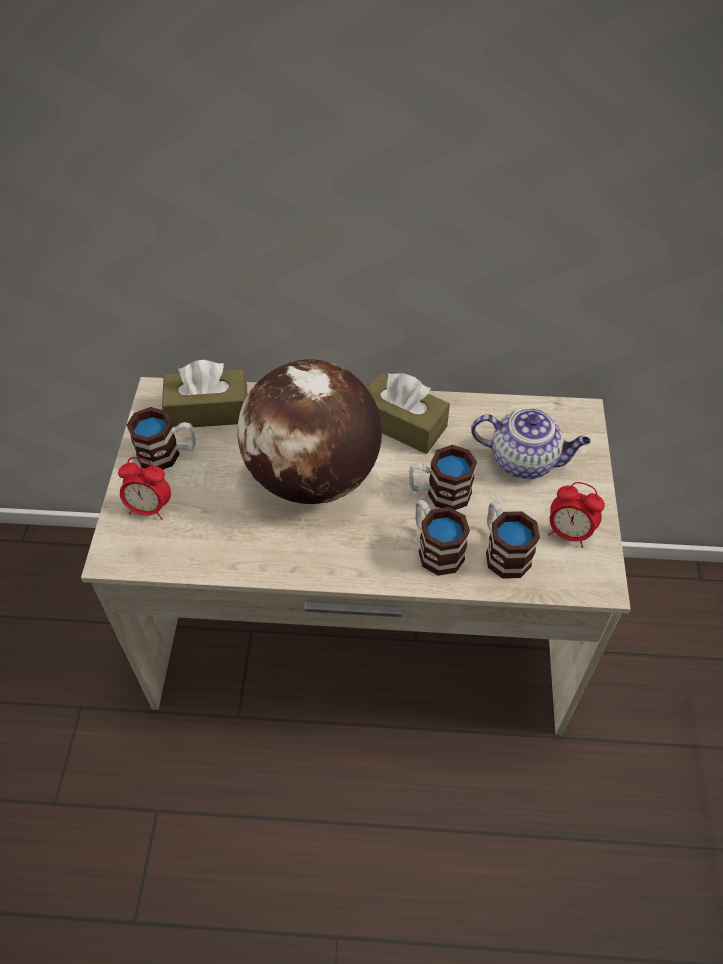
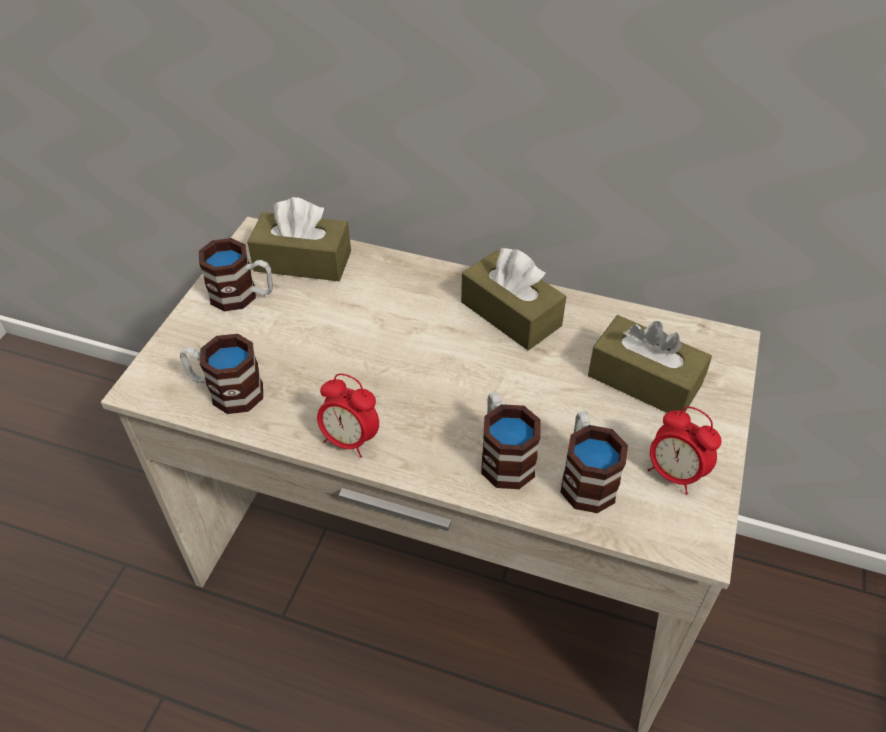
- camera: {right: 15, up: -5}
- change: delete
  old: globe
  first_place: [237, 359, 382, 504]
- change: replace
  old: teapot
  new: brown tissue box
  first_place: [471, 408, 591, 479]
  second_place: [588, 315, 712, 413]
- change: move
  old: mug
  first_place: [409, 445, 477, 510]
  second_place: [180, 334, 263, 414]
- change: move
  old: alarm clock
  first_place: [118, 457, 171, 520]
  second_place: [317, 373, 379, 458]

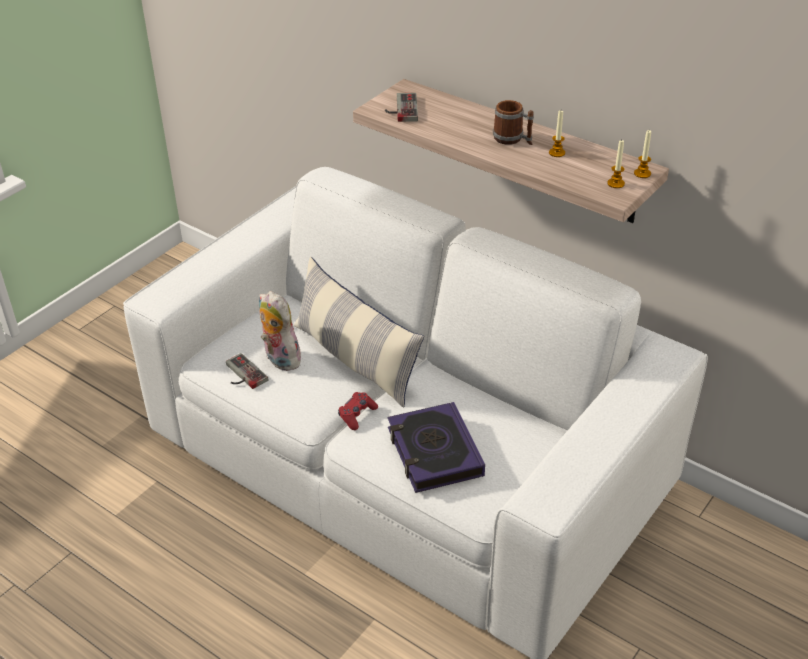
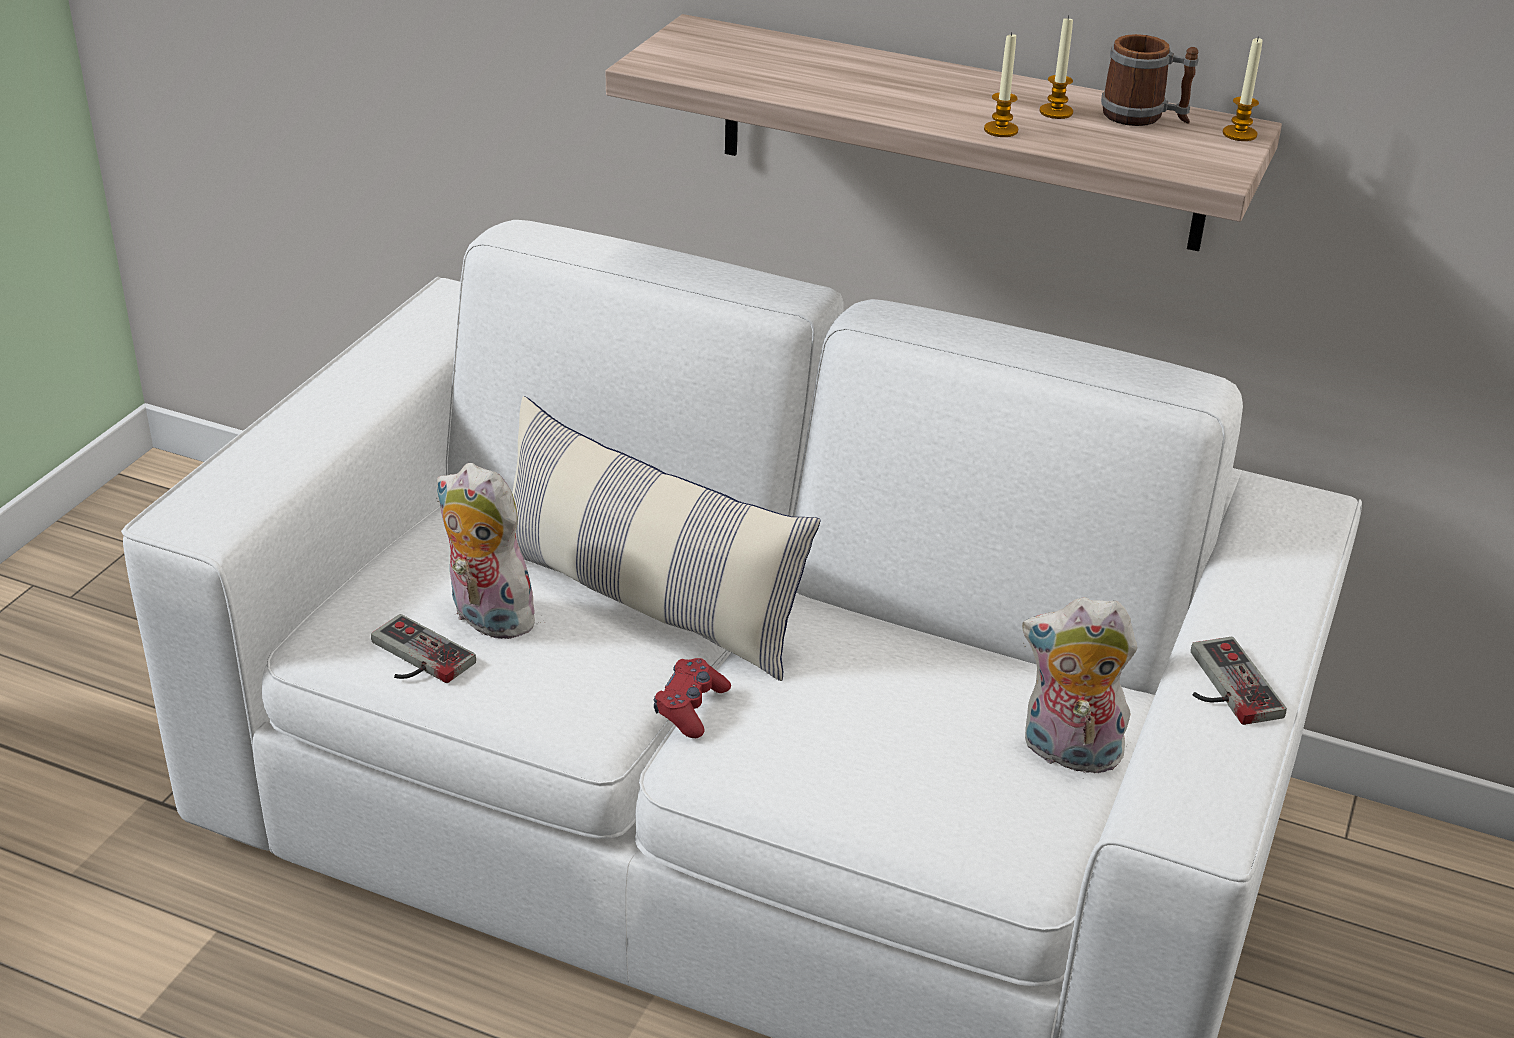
- camera: {right: -15, up: -5}
- change: move
  old: game controller
  first_place: [385, 93, 418, 122]
  second_place: [1191, 637, 1287, 725]
- change: move
  old: mug
  first_place: [493, 100, 534, 145]
  second_place: [1101, 34, 1199, 126]
- change: move
  old: candle
  first_place: [607, 140, 625, 188]
  second_place: [984, 32, 1018, 137]
- change: delete
  old: book
  first_place: [388, 402, 485, 493]
- change: insert
  new: plush toy
  second_place: [1022, 597, 1137, 779]

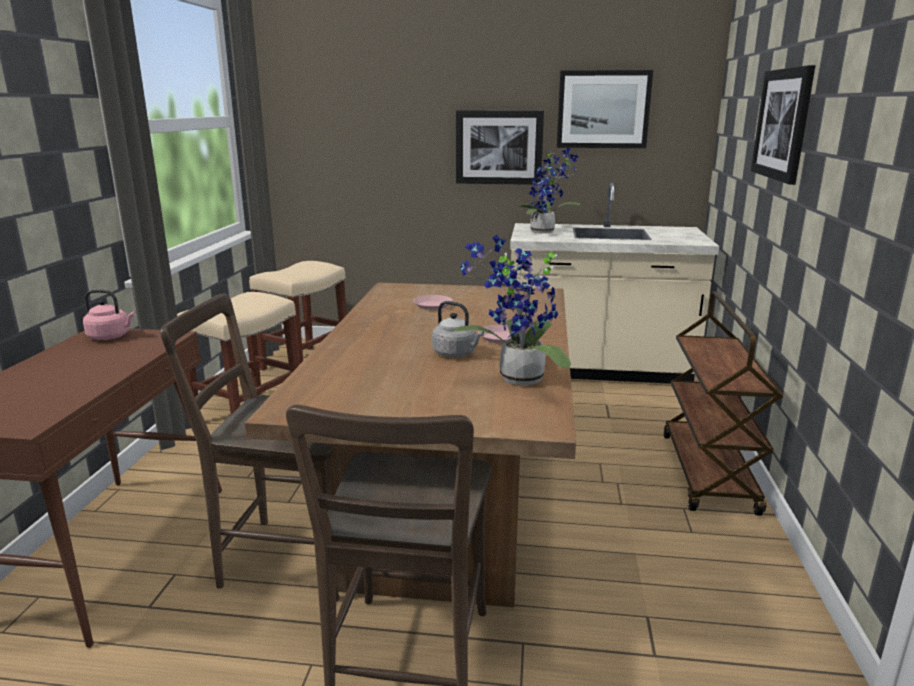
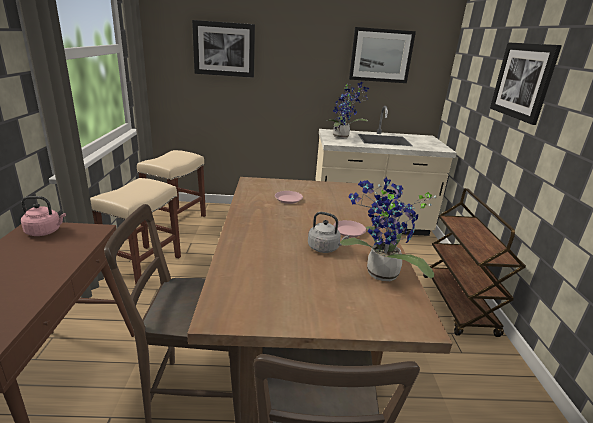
- camera: {right: -10, up: 5}
- change: move
  old: picture
  first_place: [456, 110, 544, 185]
  second_place: [192, 20, 255, 78]

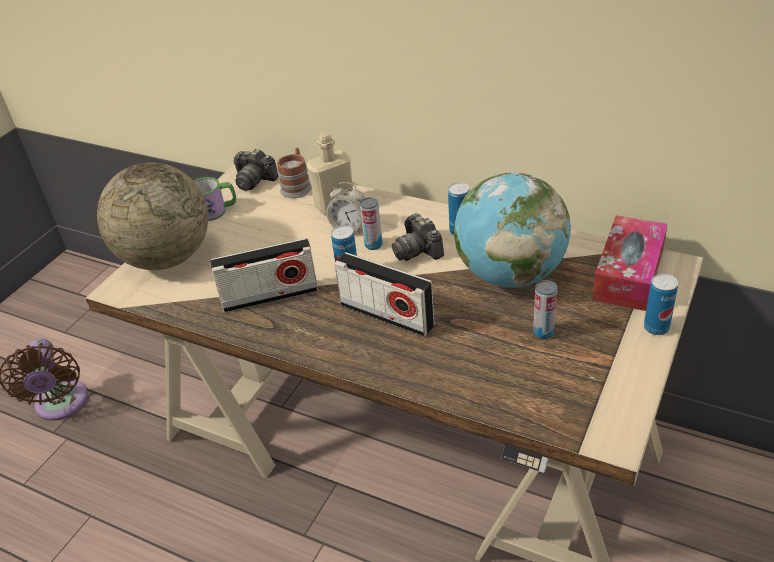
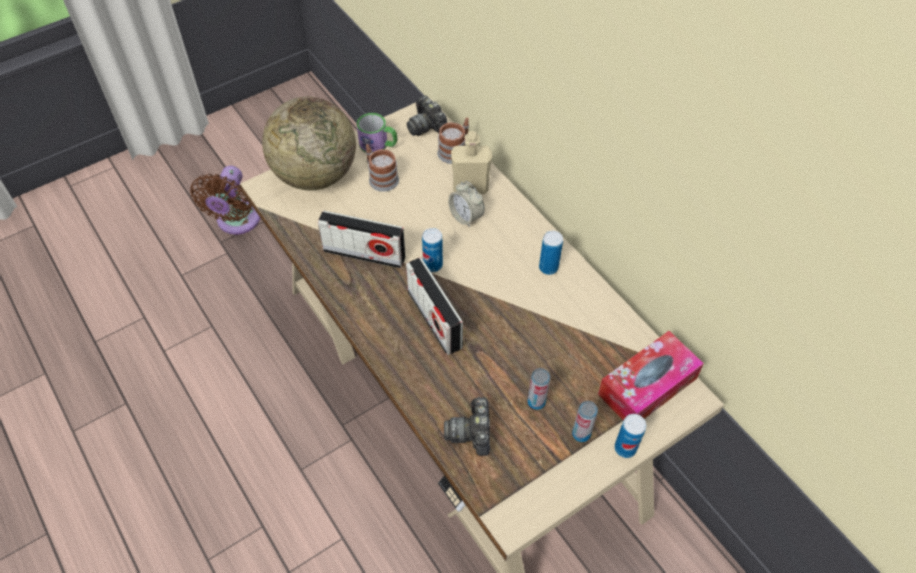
- camera: {right: 25, up: 15}
- change: delete
  old: globe
  first_place: [454, 173, 571, 288]
- change: move
  old: can
  first_place: [360, 197, 382, 250]
  second_place: [572, 401, 598, 442]
- change: move
  old: photo camera
  first_place: [392, 213, 444, 261]
  second_place: [444, 396, 490, 456]
- change: insert
  new: mug
  second_place: [366, 144, 399, 192]

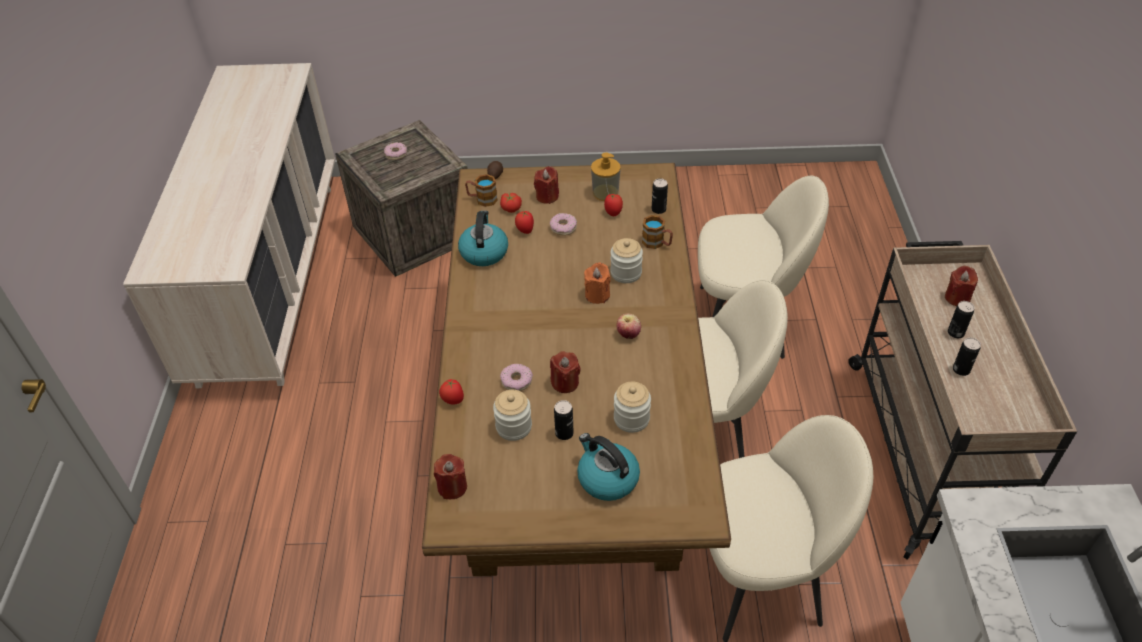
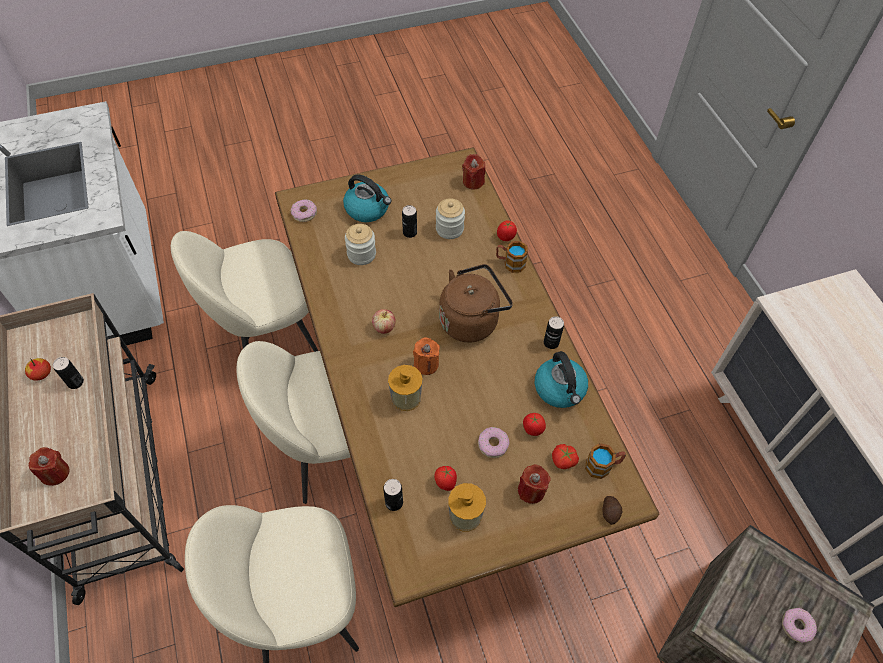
- camera: {right: 160, up: 10}
- change: move
  old: mug
  first_place: [642, 215, 673, 249]
  second_place: [496, 241, 528, 273]
- change: replace
  old: jar
  new: soap dispenser
  first_place: [610, 238, 643, 283]
  second_place: [388, 365, 423, 411]
- change: move
  old: can
  first_place: [948, 301, 975, 338]
  second_place: [544, 316, 564, 349]
- change: delete
  old: red candle
  first_place: [550, 351, 581, 393]
- change: move
  old: donut
  first_place: [500, 364, 533, 391]
  second_place: [291, 199, 317, 222]
- change: insert
  new: brown kettle
  second_place: [439, 264, 513, 342]
- change: insert
  new: apple
  second_place: [25, 358, 51, 381]

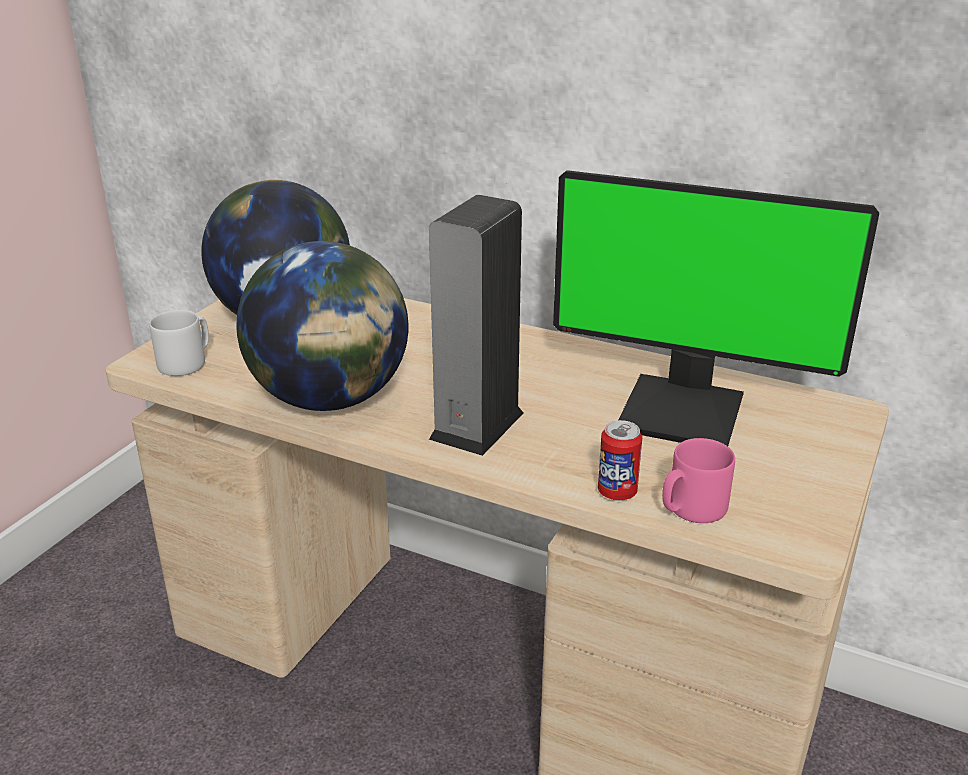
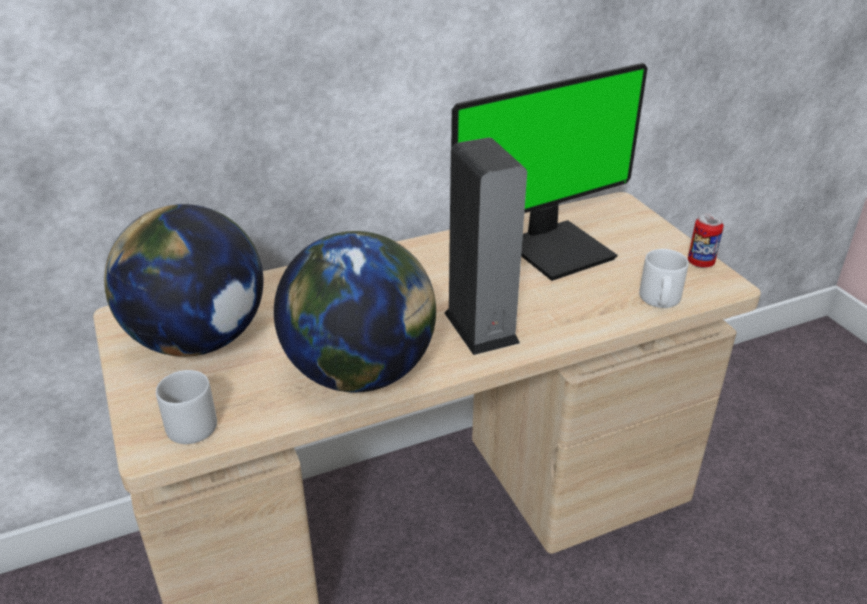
- camera: {right: -50, up: 5}
- change: move
  old: can
  first_place: [598, 420, 642, 501]
  second_place: [688, 214, 724, 268]
- change: recolor
  old: pink mug
  new: white mug
  first_place: [662, 438, 735, 523]
  second_place: [639, 249, 688, 308]

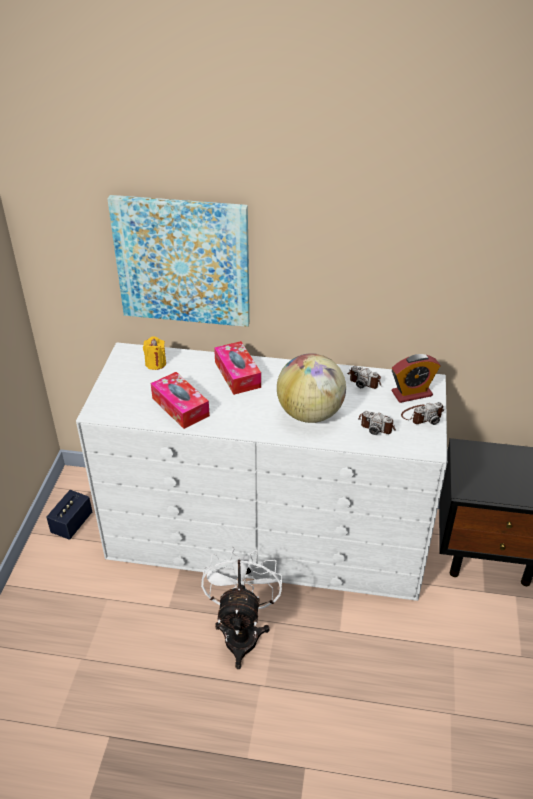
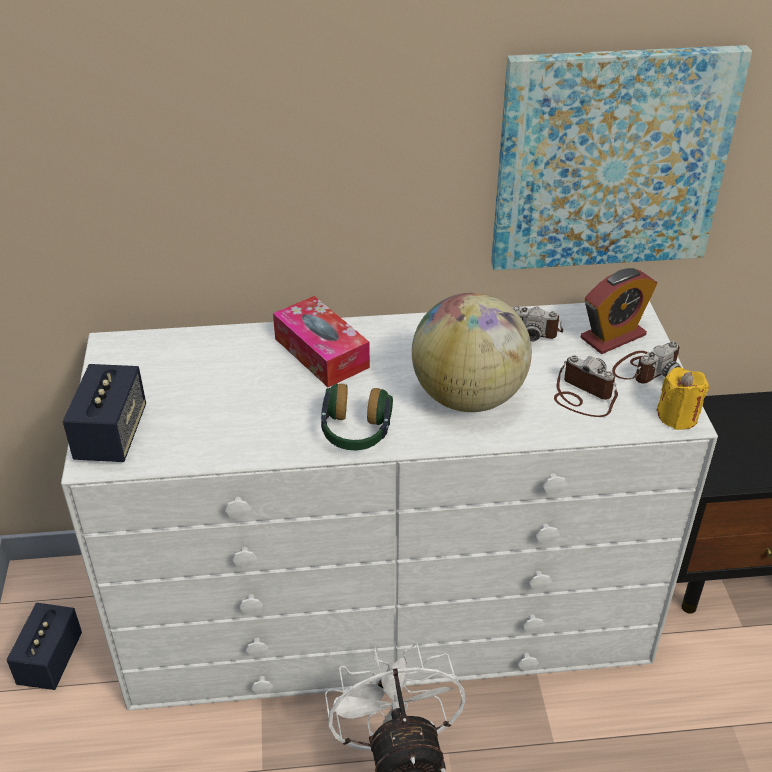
- camera: {right: -15, up: 0}
- change: move
  old: picture
  first_place: [107, 195, 250, 327]
  second_place: [491, 45, 752, 270]
- change: move
  old: yellow candle
  first_place: [143, 337, 166, 370]
  second_place: [657, 367, 709, 430]
- change: delete
  old: tissue box
  first_place: [151, 372, 210, 429]
- change: rotate
  old: photo camera
  first_place: [358, 411, 396, 435]
  second_place: [554, 355, 618, 417]
  degrees: -150
- change: insert
  new: speaker
  second_place: [63, 364, 146, 462]
- change: insert
  new: headphones
  second_place: [321, 384, 393, 450]

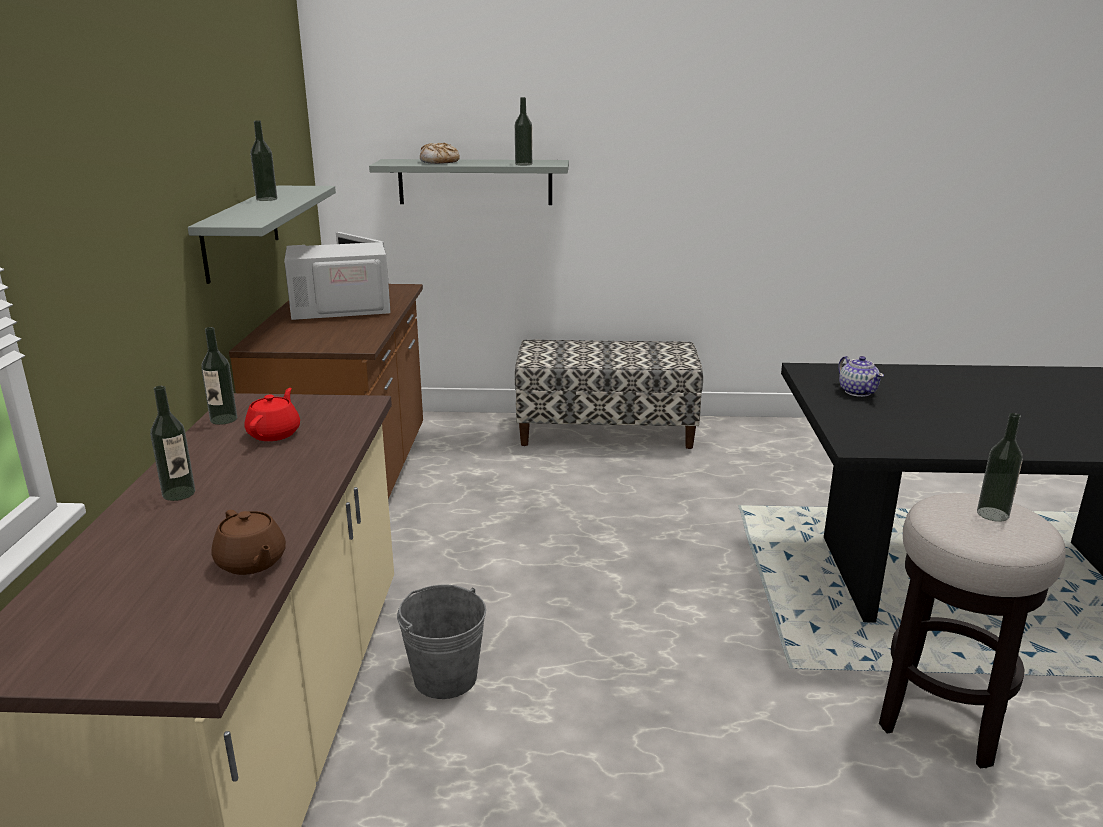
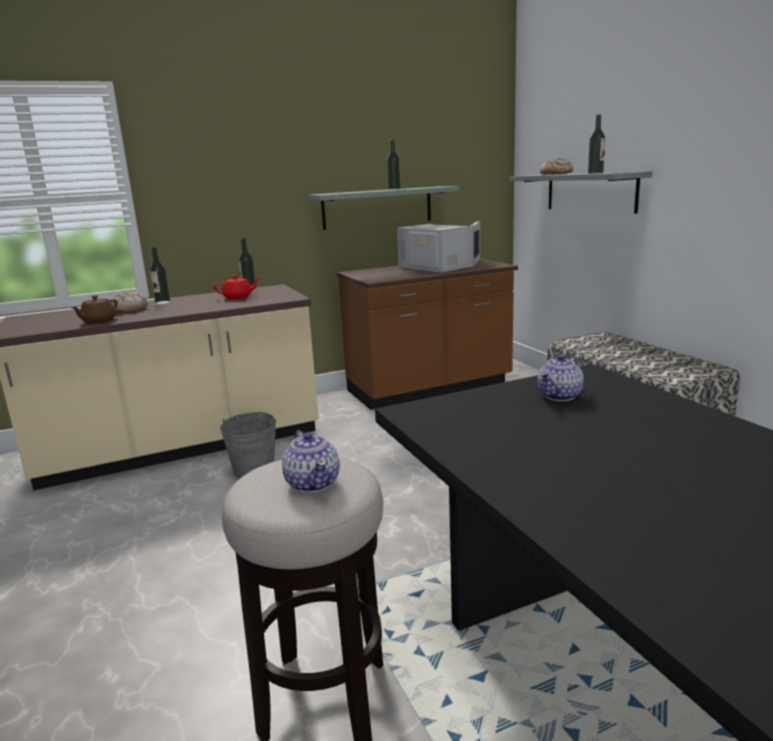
- camera: {right: 65, up: -5}
- change: replace
  old: bottle
  new: teapot
  first_place: [977, 413, 1023, 522]
  second_place: [282, 430, 340, 493]
- change: insert
  new: bread
  second_place: [111, 292, 148, 312]

